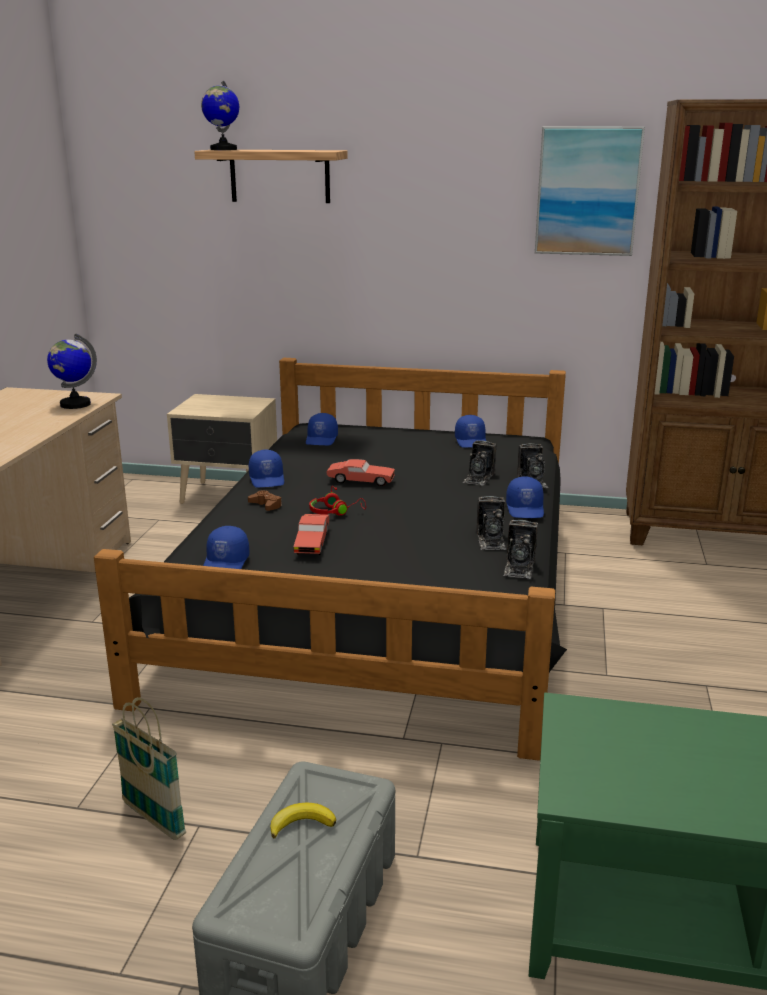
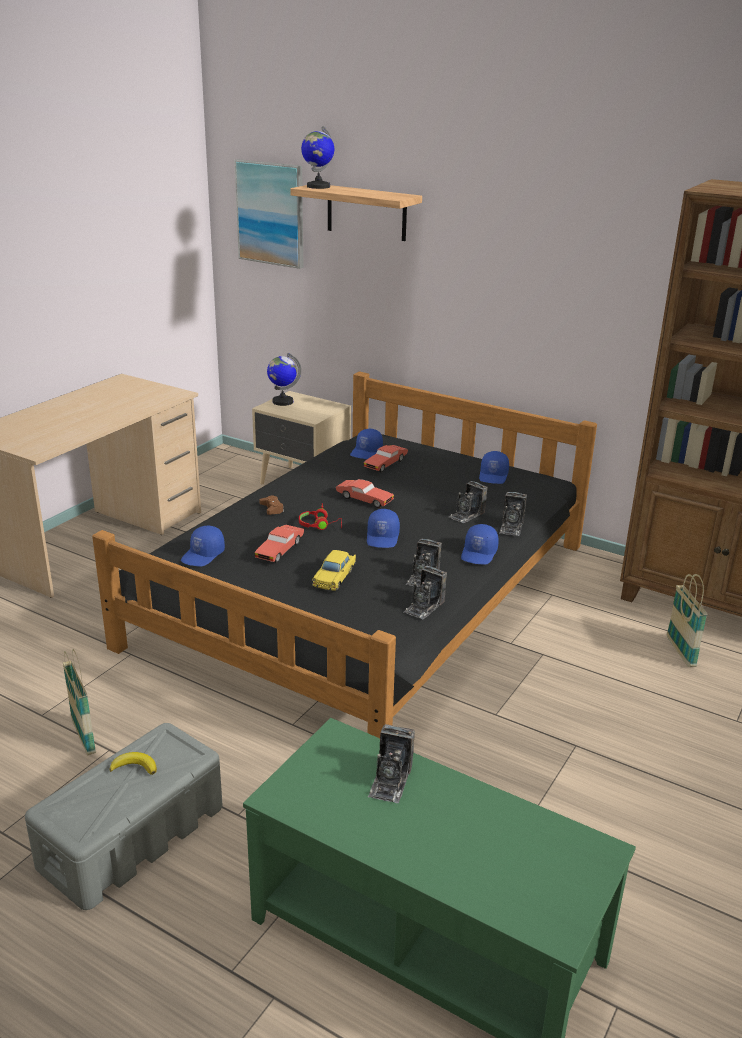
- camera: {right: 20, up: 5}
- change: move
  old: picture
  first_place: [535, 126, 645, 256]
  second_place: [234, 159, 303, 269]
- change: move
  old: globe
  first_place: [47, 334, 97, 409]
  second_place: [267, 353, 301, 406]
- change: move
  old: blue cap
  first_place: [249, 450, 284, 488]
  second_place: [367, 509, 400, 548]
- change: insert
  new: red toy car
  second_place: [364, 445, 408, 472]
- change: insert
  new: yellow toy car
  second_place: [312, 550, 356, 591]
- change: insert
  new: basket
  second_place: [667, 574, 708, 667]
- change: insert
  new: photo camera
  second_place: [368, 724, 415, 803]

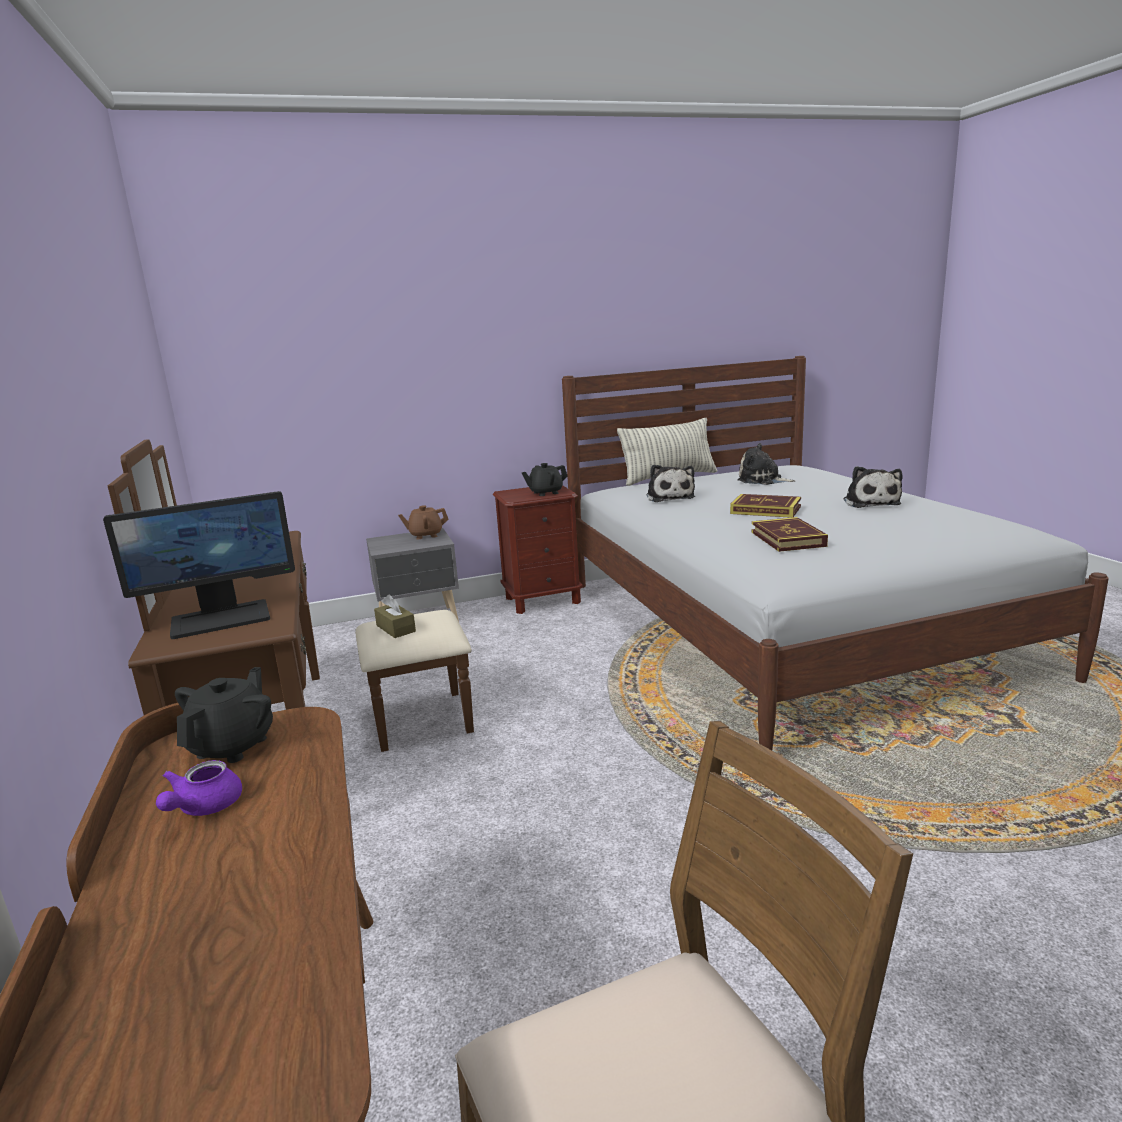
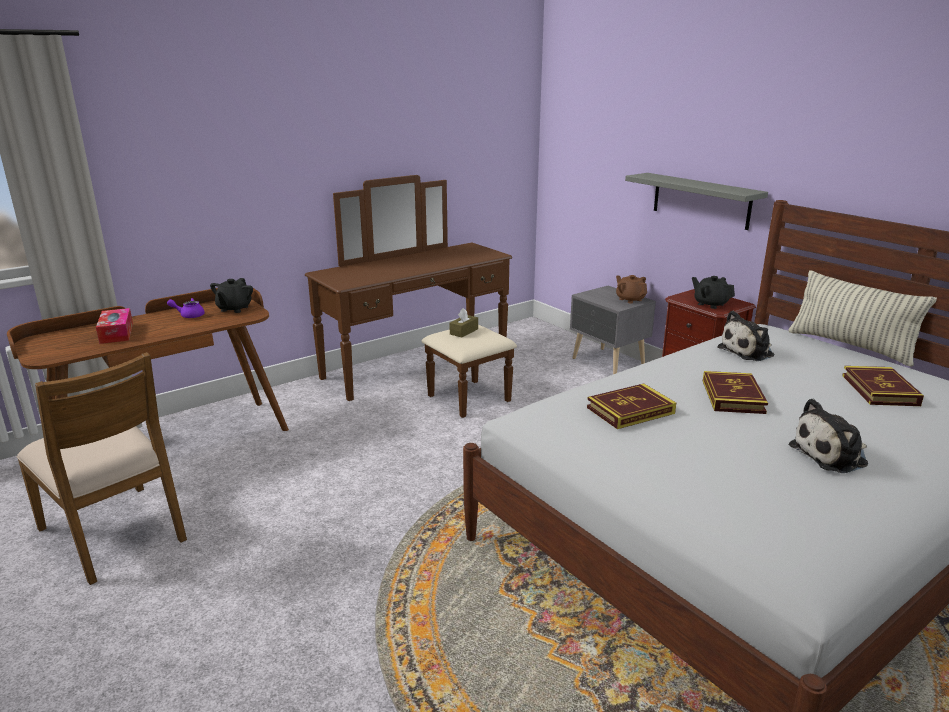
- camera: {right: 70, up: 5}
- change: replace
  old: plush toy
  new: book
  first_place: [737, 443, 795, 485]
  second_place: [842, 366, 924, 406]
- change: delete
  old: monitor
  first_place: [103, 491, 295, 639]
- change: rotate
  old: black teapot
  first_place: [175, 667, 273, 763]
  second_place: [210, 278, 253, 313]
  degrees: 105
- change: insert
  new: grey shelf
  second_place: [625, 173, 768, 230]
- change: insert
  new: tissue box
  second_place: [96, 308, 133, 344]

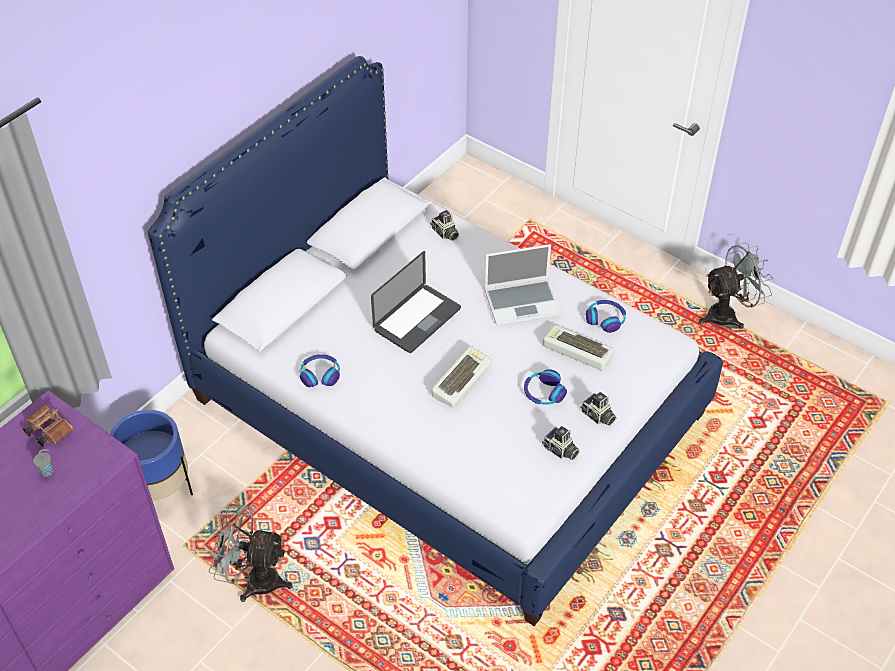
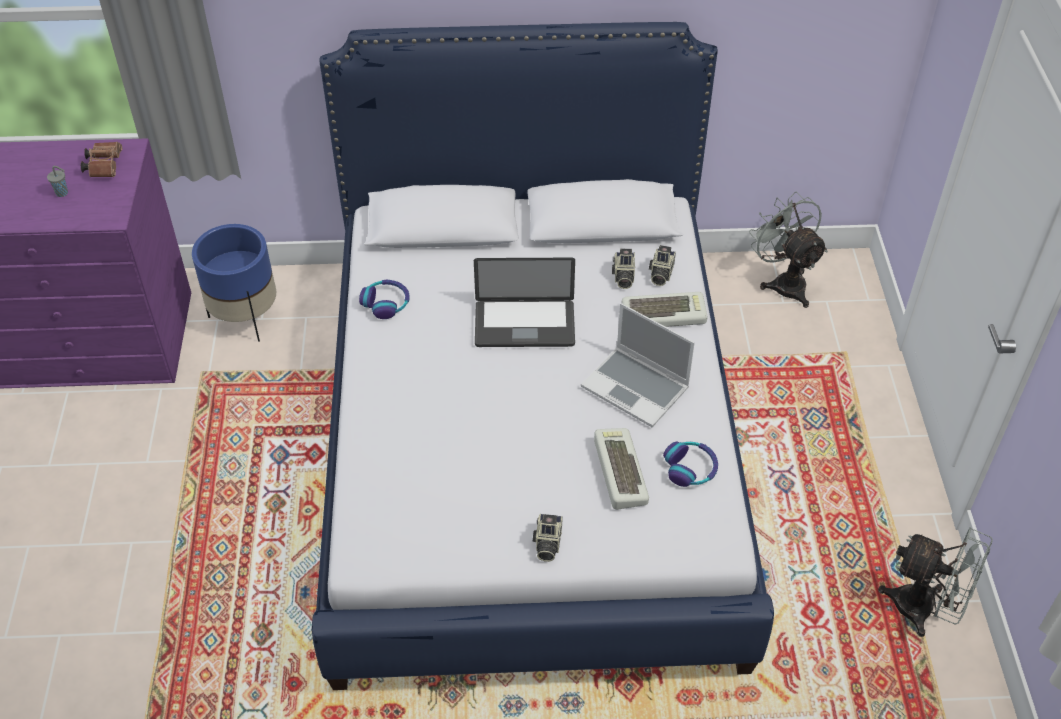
- camera: {right: 50, up: 0}
- change: move
  old: keyboard
  first_place: [432, 346, 492, 408]
  second_place: [622, 292, 708, 327]
- change: delete
  old: headphones
  first_place: [524, 369, 567, 405]
- change: move
  old: photo camera
  first_place: [542, 426, 580, 460]
  second_place: [612, 249, 635, 289]
- change: move
  old: grey fan
  first_place: [208, 504, 293, 602]
  second_place: [749, 192, 828, 308]

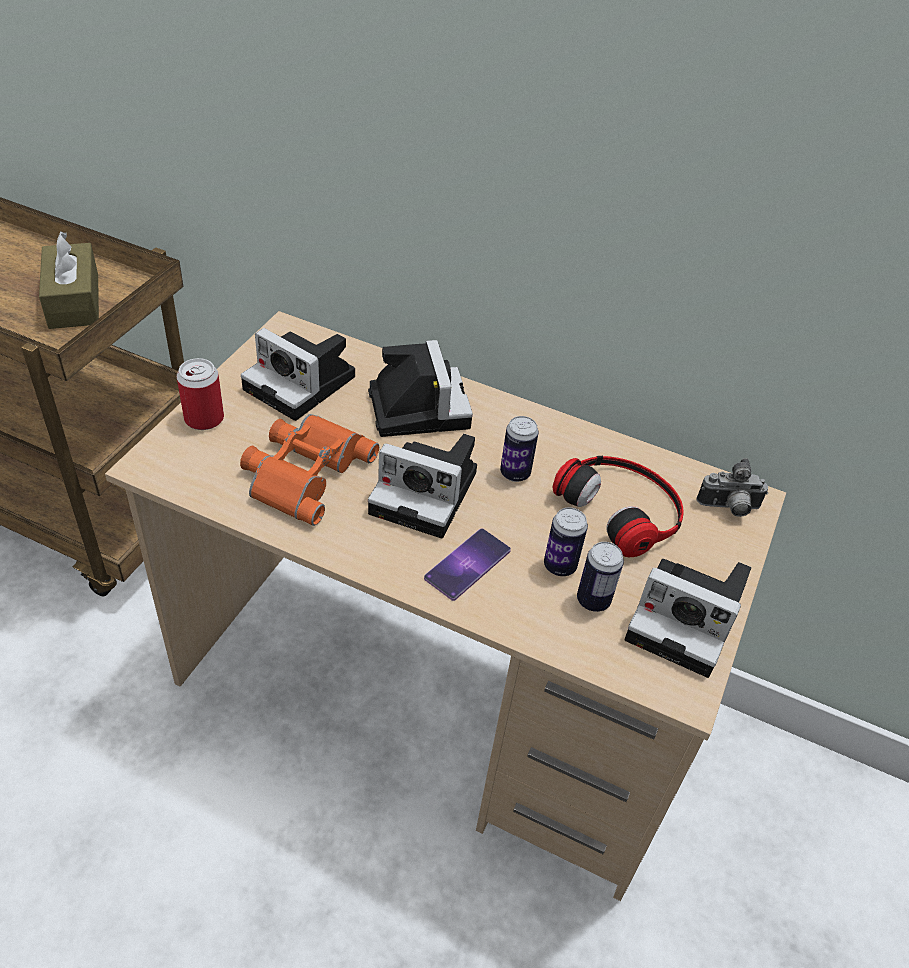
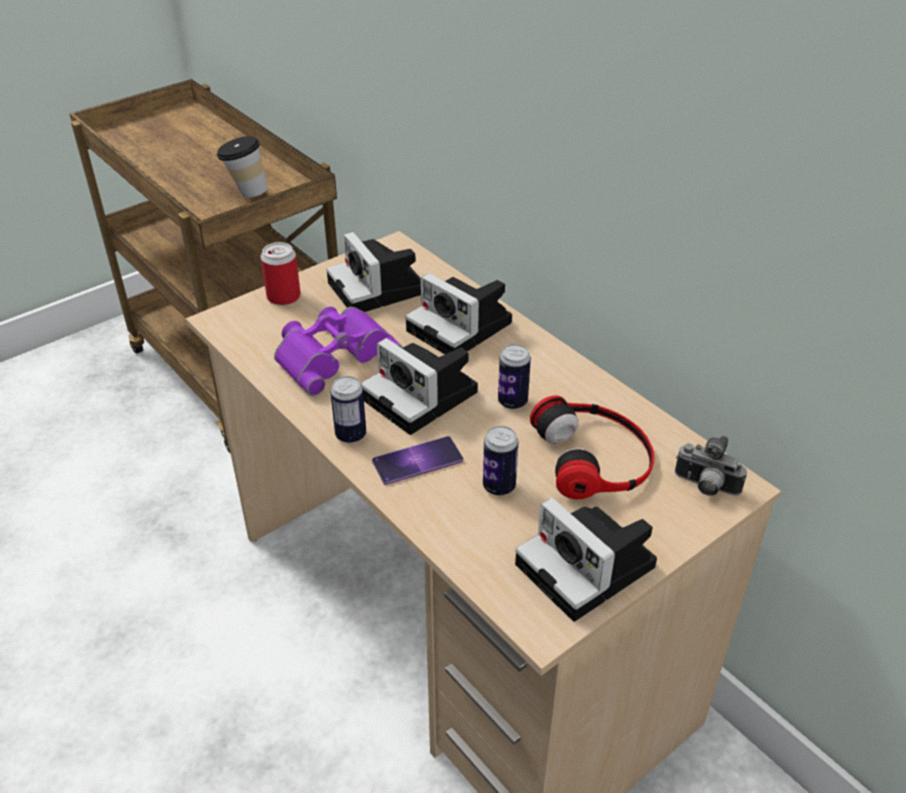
- camera: {right: 30, up: -5}
- change: replace
  old: brown tissue box
  new: cup
  first_place: [39, 232, 99, 329]
  second_place: [217, 136, 268, 198]
- change: rotate
  old: photo camera
  first_place: [368, 340, 473, 437]
  second_place: [405, 273, 512, 354]
  degrees: 120
- change: recolor
  old: orange binoculars
  new: purple binoculars
  first_place: [240, 414, 379, 526]
  second_place: [274, 307, 402, 396]
- change: move
  old: can
  first_place: [577, 542, 624, 612]
  second_place: [330, 376, 366, 443]

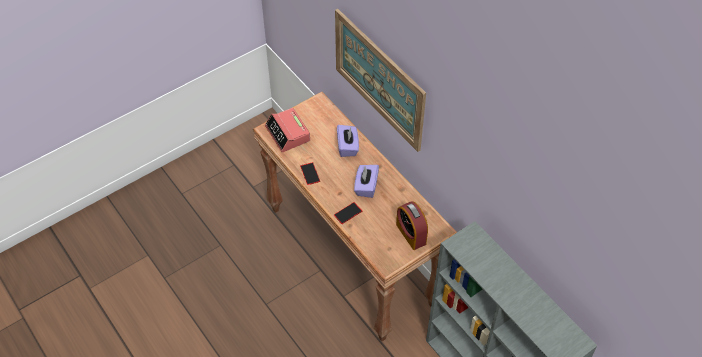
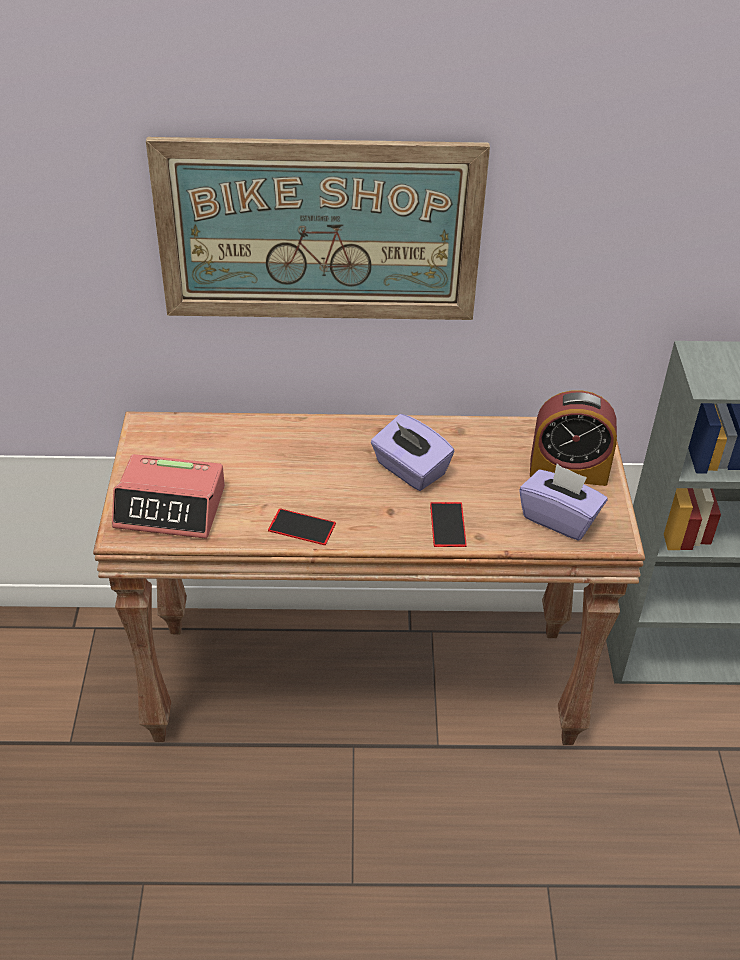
- camera: {right: -55, up: -10}
- change: move
  old: purple tissue box
  first_place: [337, 125, 359, 157]
  second_place: [519, 464, 608, 540]

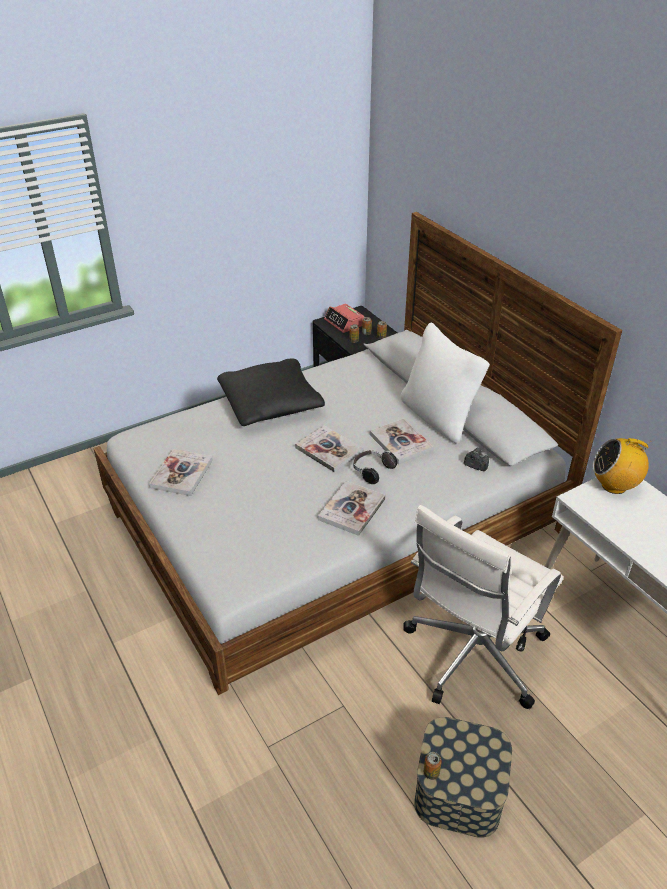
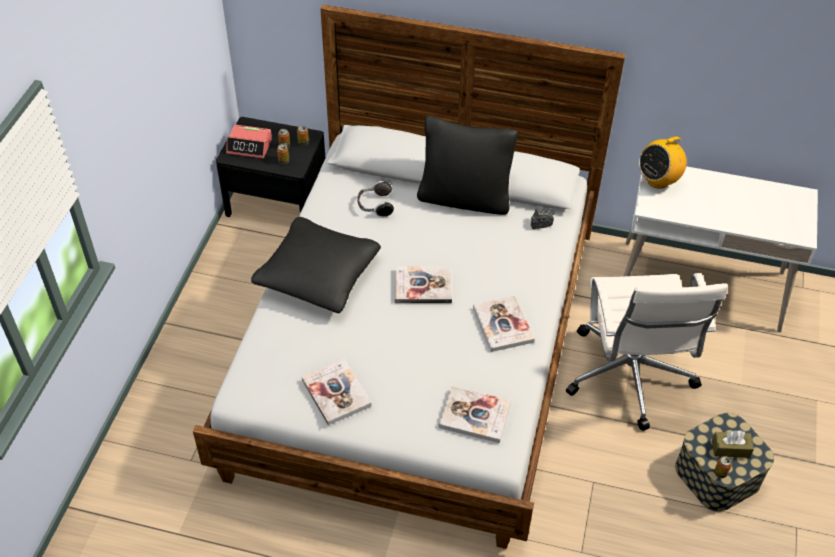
- camera: {right: -45, up: 10}
- change: recolor
  old: white pillow
  new: black pillow
  first_place: [401, 322, 490, 444]
  second_place: [417, 115, 518, 215]
- change: move
  old: book
  first_place: [370, 419, 434, 464]
  second_place: [439, 386, 511, 443]
- change: move
  old: headphones
  first_place: [353, 450, 397, 484]
  second_place: [357, 181, 394, 217]
- change: insert
  new: brown tissue box
  second_place: [712, 430, 754, 458]

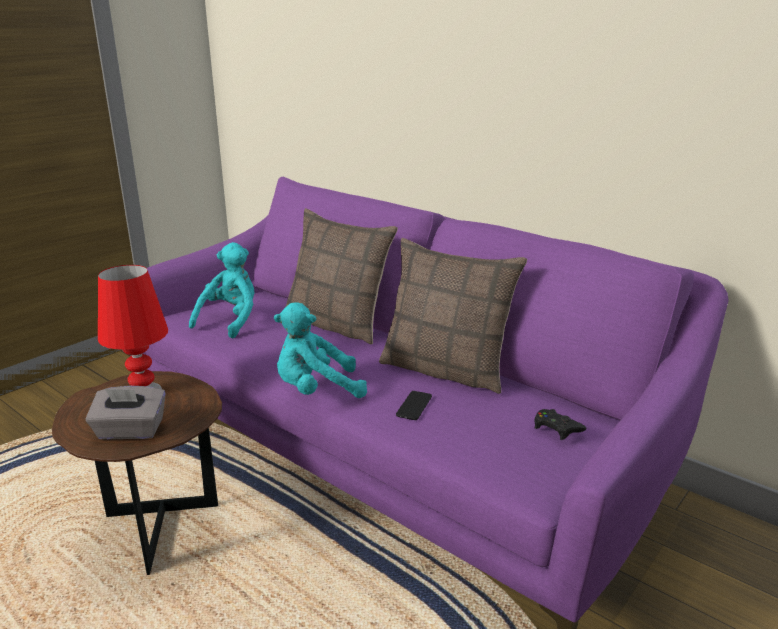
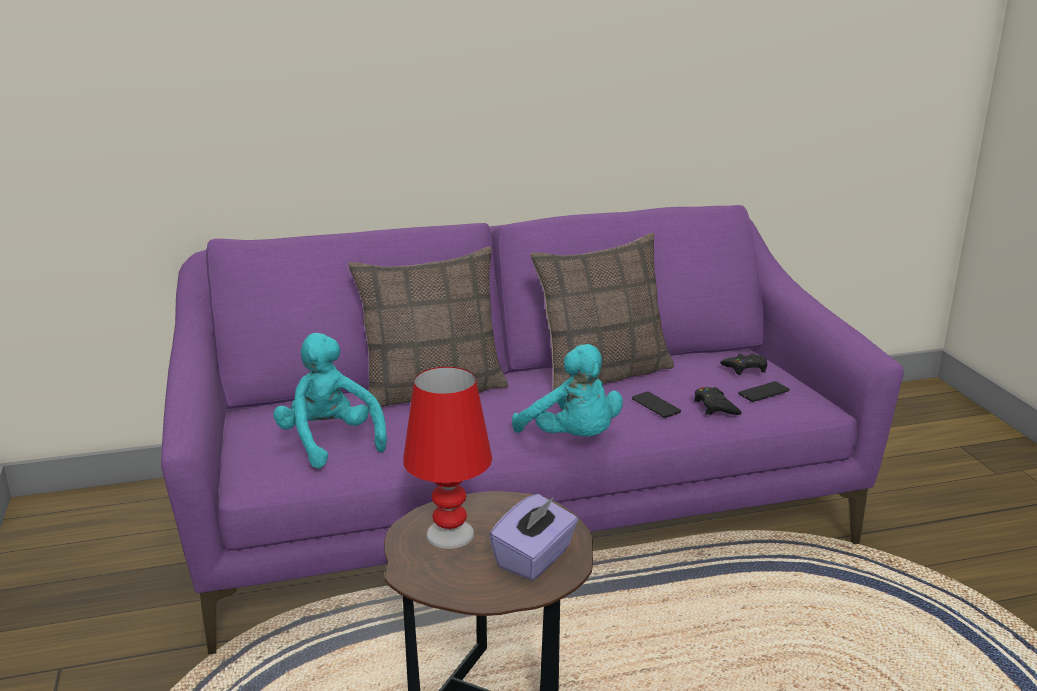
- camera: {right: -55, up: 0}
- change: rotate
  old: turquoise plush toy
  first_place: [274, 302, 367, 398]
  second_place: [512, 344, 623, 436]
  degrees: -60
- change: recolor
  old: grey tissue box
  new: purple tissue box
  first_place: [85, 386, 166, 440]
  second_place: [489, 494, 578, 580]
- change: insert
  new: phone
  second_place: [739, 381, 789, 402]
- change: insert
  new: black game controller
  second_place: [694, 387, 742, 415]

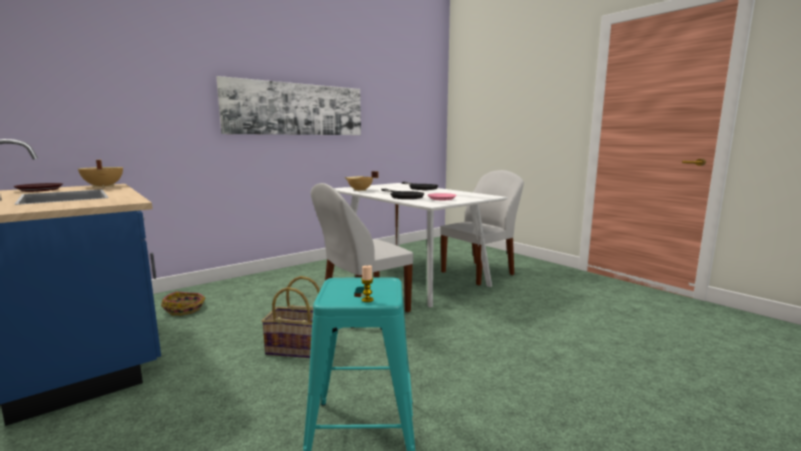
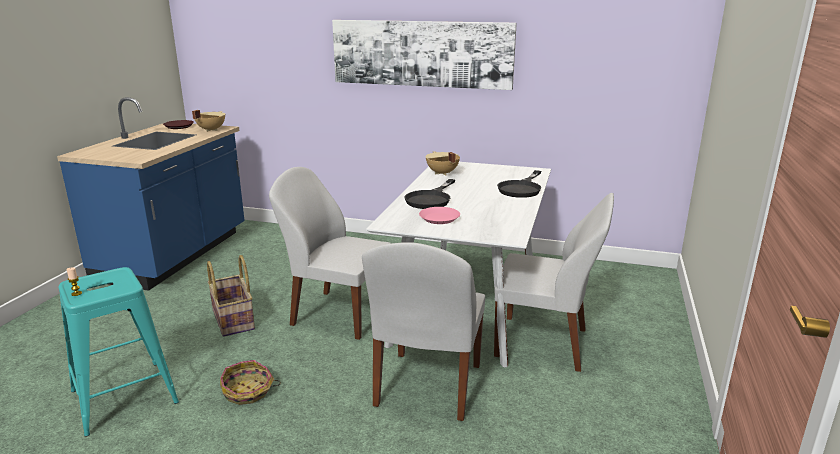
- camera: {right: 55, up: 10}
- change: move
  old: basket
  first_place: [161, 291, 206, 316]
  second_place: [220, 360, 281, 405]
- change: insert
  new: white chair
  second_place: [362, 242, 485, 421]

